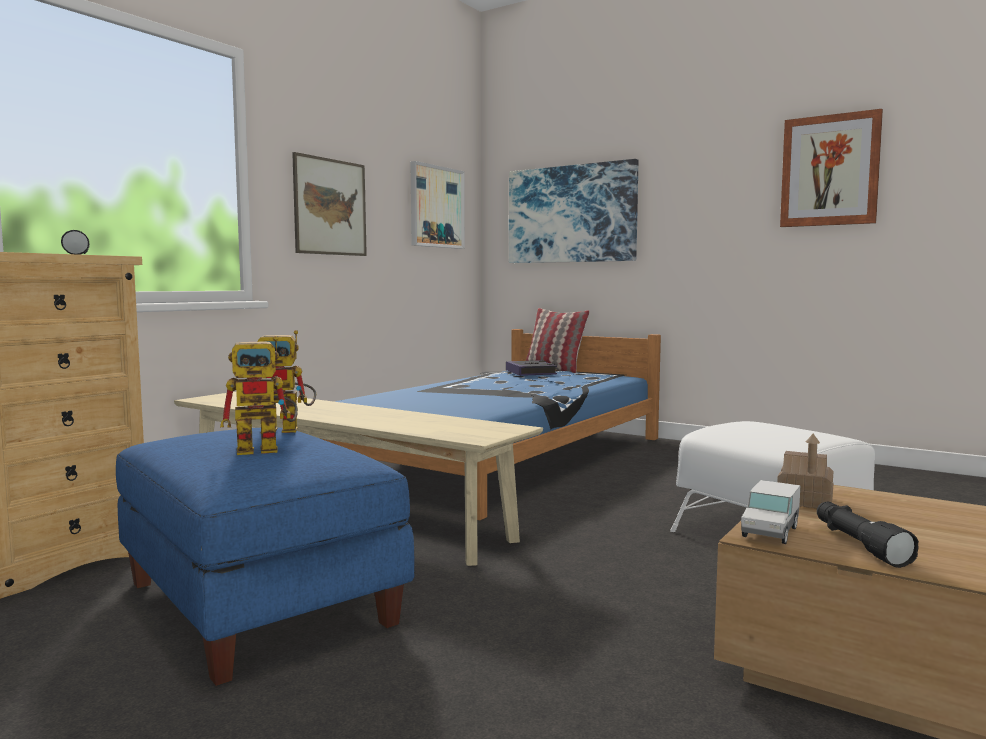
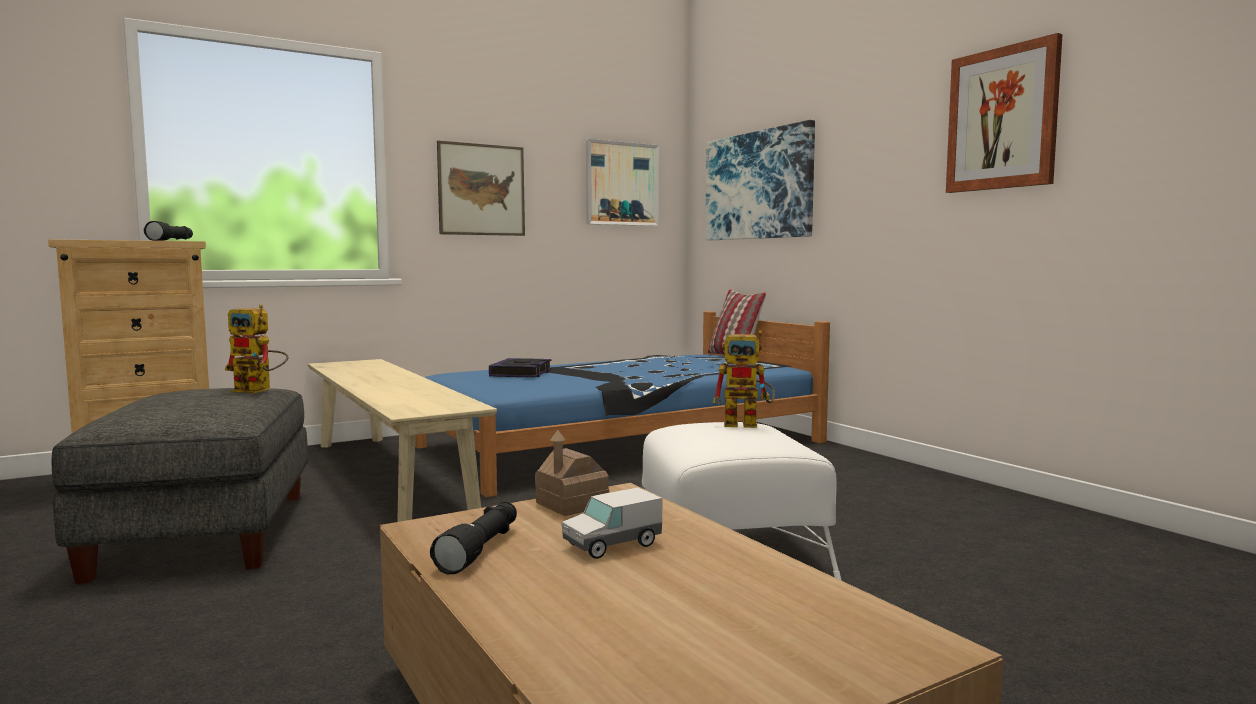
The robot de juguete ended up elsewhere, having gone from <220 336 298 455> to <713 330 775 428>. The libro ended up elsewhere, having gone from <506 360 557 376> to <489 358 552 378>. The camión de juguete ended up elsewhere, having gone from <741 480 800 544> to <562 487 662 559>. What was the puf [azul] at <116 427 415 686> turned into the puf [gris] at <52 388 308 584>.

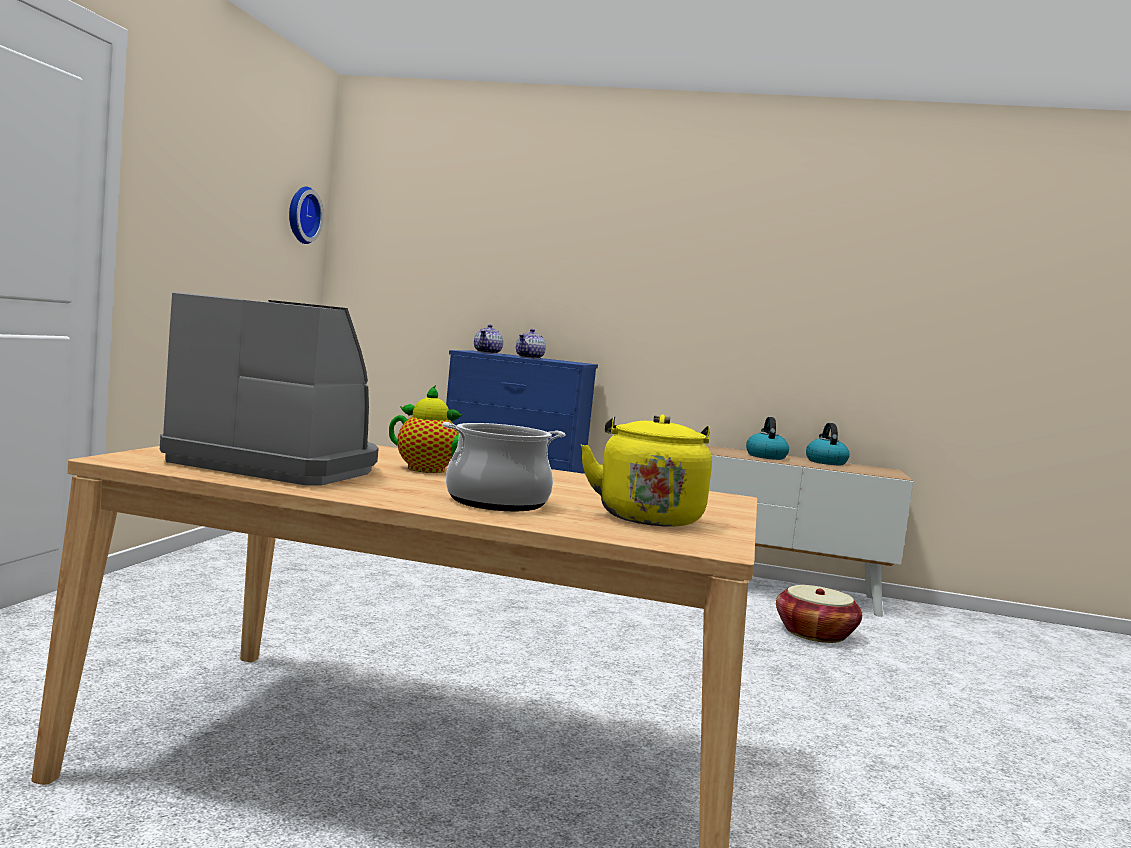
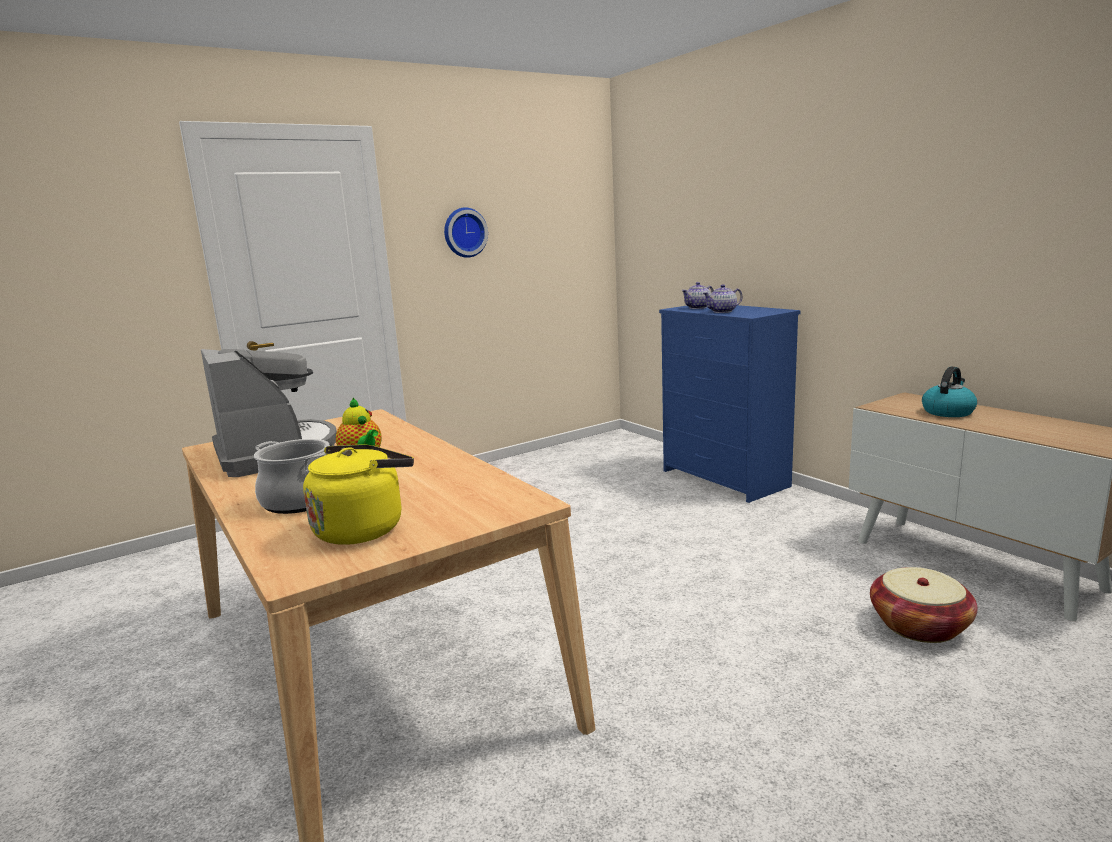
The second view lost the hervidor at <806 423 850 465>. The reloj de pared ended up elsewhere, having gone from <289 187 324 244> to <444 207 488 258>.

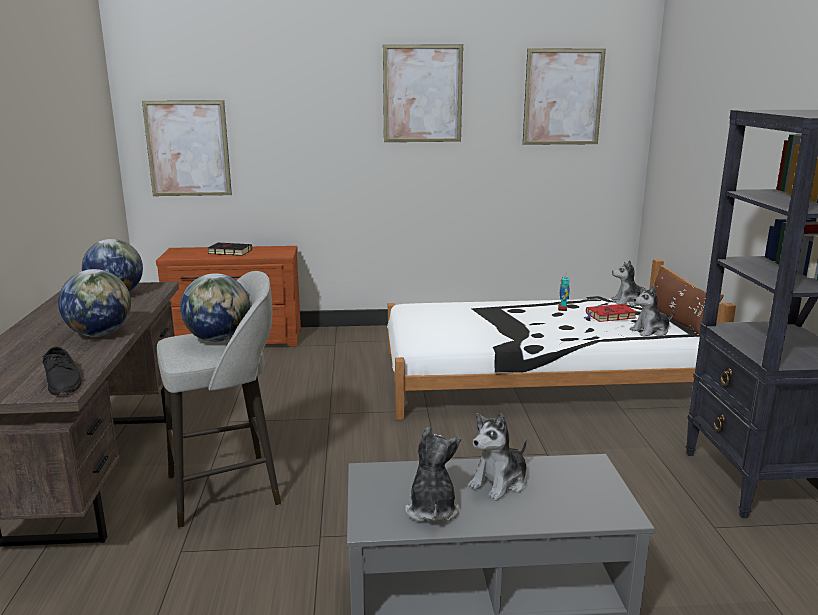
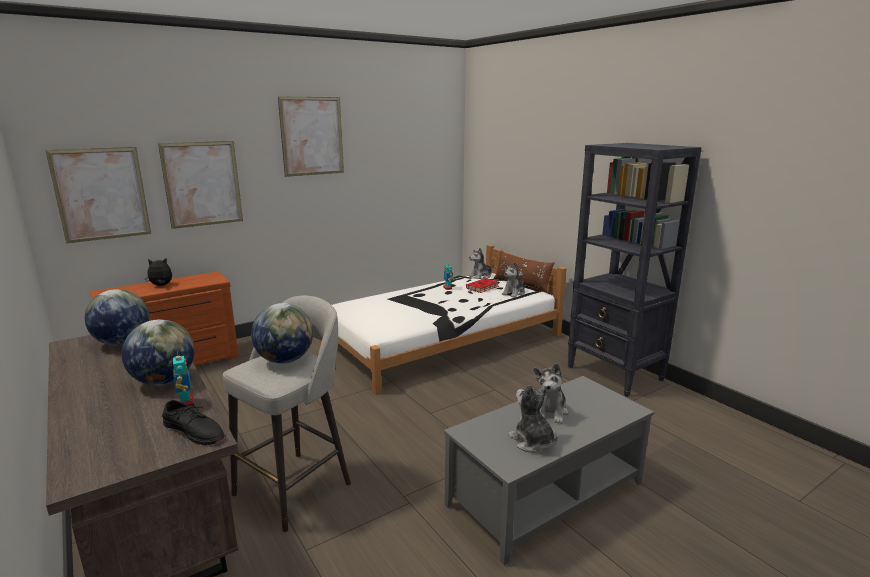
The second view gained the robot de juguete at <173 351 195 406>. The cuadro ended up elsewhere, having gone from <523 49 606 145> to <158 141 243 229>. Where the libro [negro] stood at <208 243 252 256>, the peluche came to stand at <145 258 172 286>.

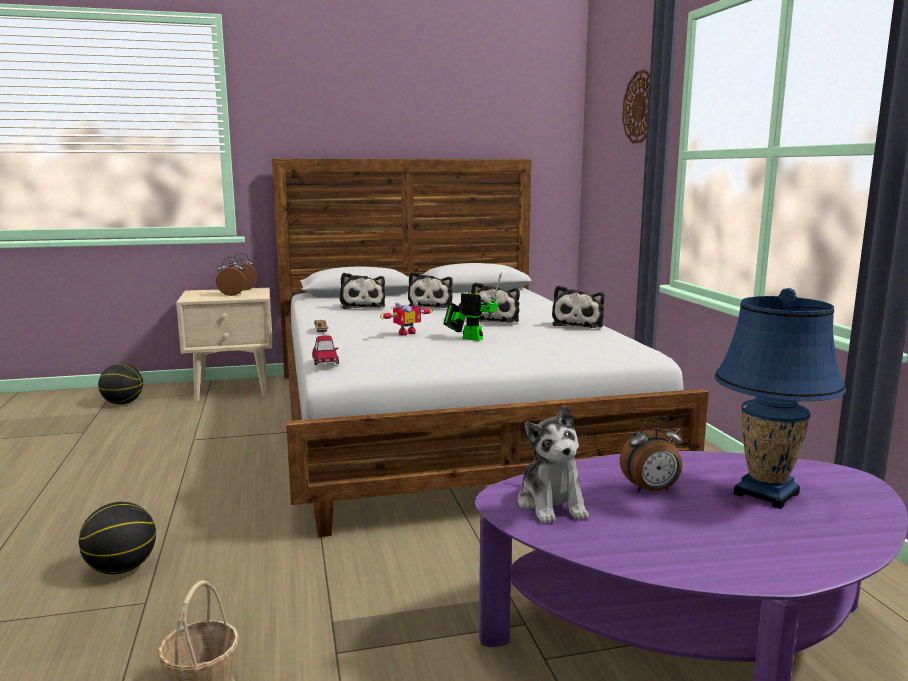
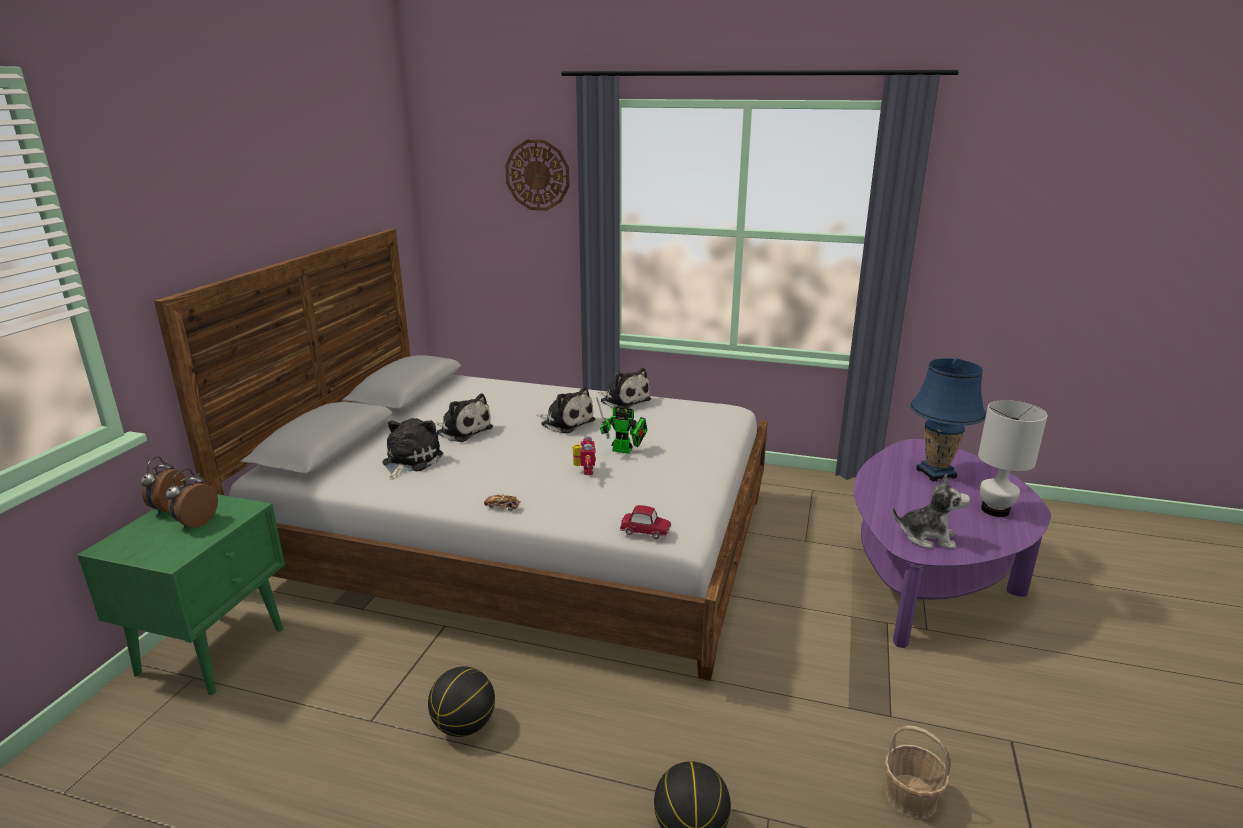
The second view lost the despertador at <620 416 683 493>. The second view gained the lámpara de mesa [blanco] at <978 400 1048 517>. The balón de baloncesto ended up elsewhere, having gone from <98 364 143 404> to <428 667 495 737>. What was the mesita de noche [beis] at <176 288 272 401> turned into the mesita de noche [verde] at <77 494 285 695>. The peluche at <340 273 385 309> ended up facing another way, 90 degrees counterclockwise from before. The robot de juguete at <443 273 502 341> ended up facing another way, 135 degrees counterclockwise from before.

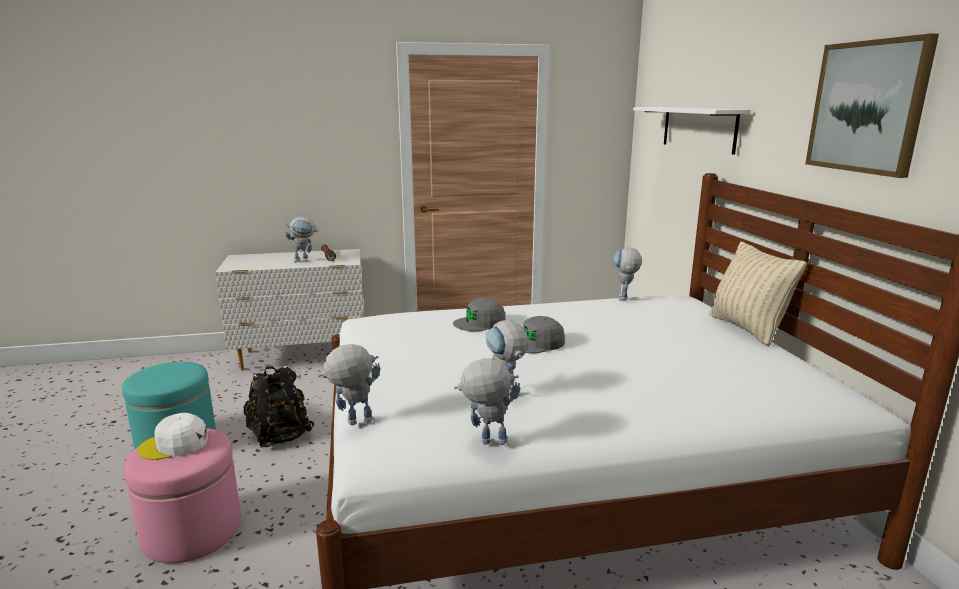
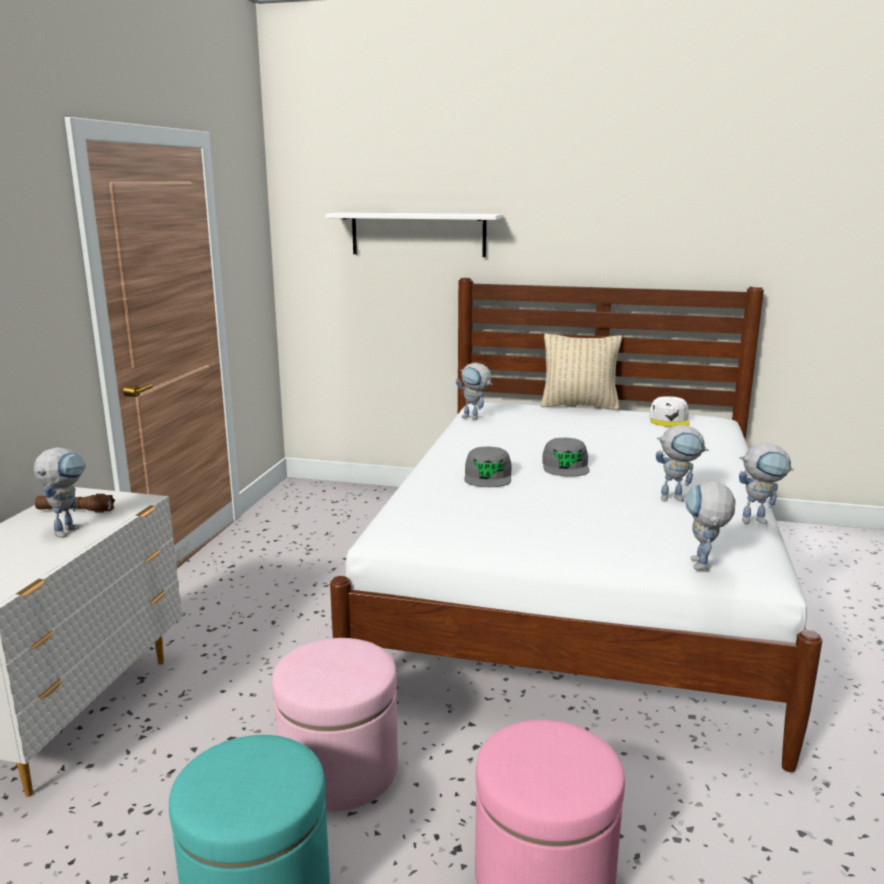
The second view lost the cuadro at <805 34 939 178>. The gorra [blanco] ended up elsewhere, having gone from <137 413 208 460> to <649 396 690 427>. Where the mochila [negro] stood at <244 365 314 448>, the puf [rosa] came to stand at <272 638 398 811>. The robot de juguete at <454 358 520 445> ended up facing another way, 120 degrees counterclockwise from before.

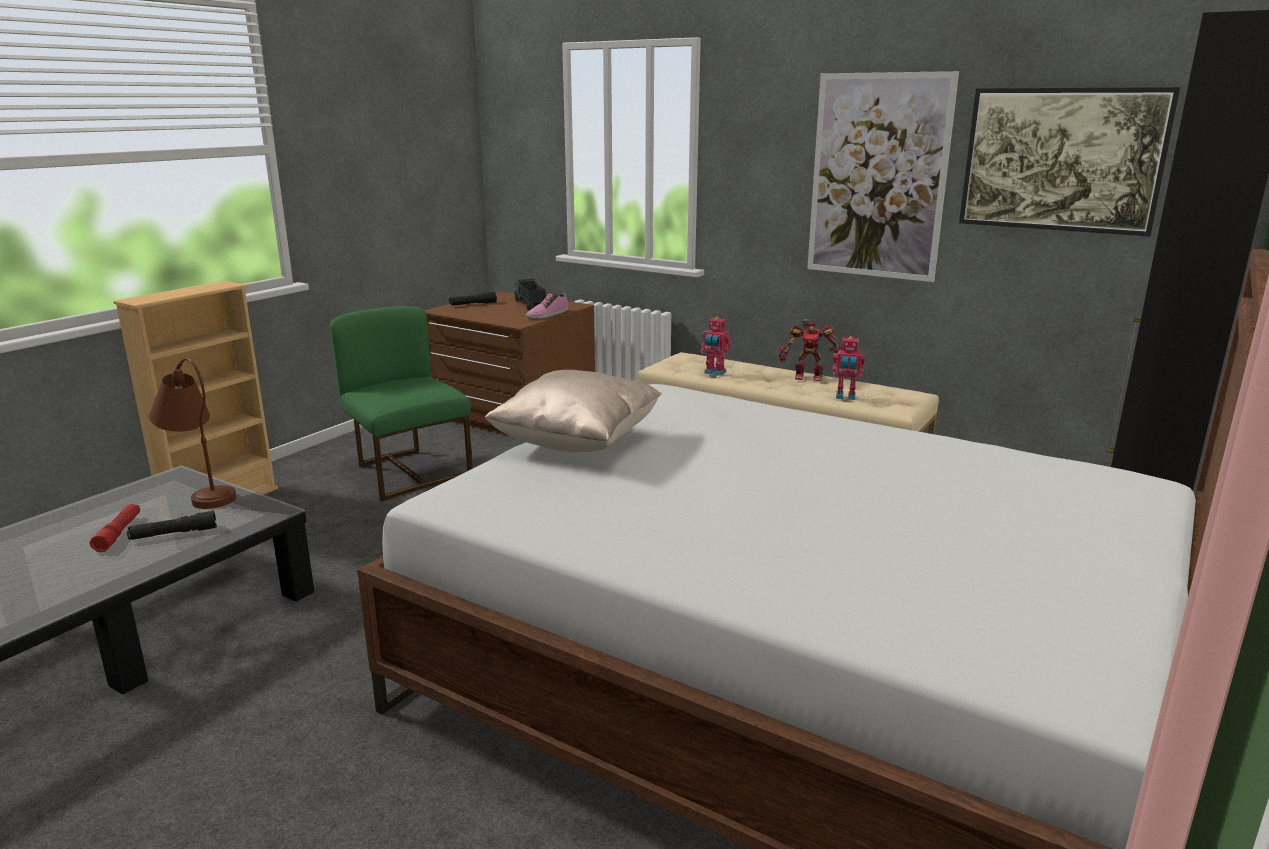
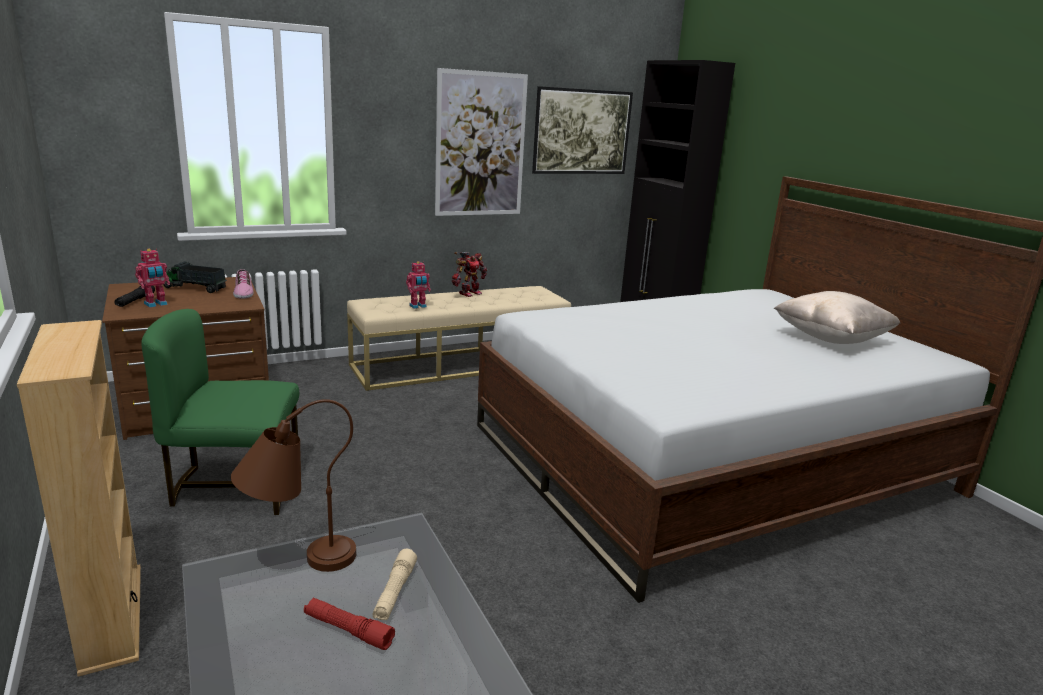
The cojín [beis] ended up elsewhere, having gone from <484 370 662 452> to <773 291 901 344>. The robot de juguete ended up elsewhere, having gone from <832 336 865 400> to <135 249 170 308>. What was the linterna [negro] at <127 511 217 540> turned into the linterna [beis] at <372 549 417 621>.

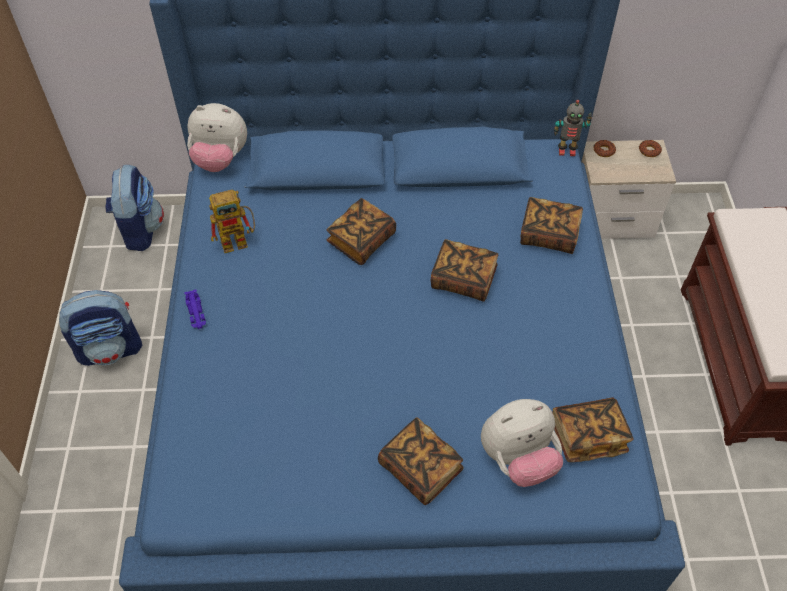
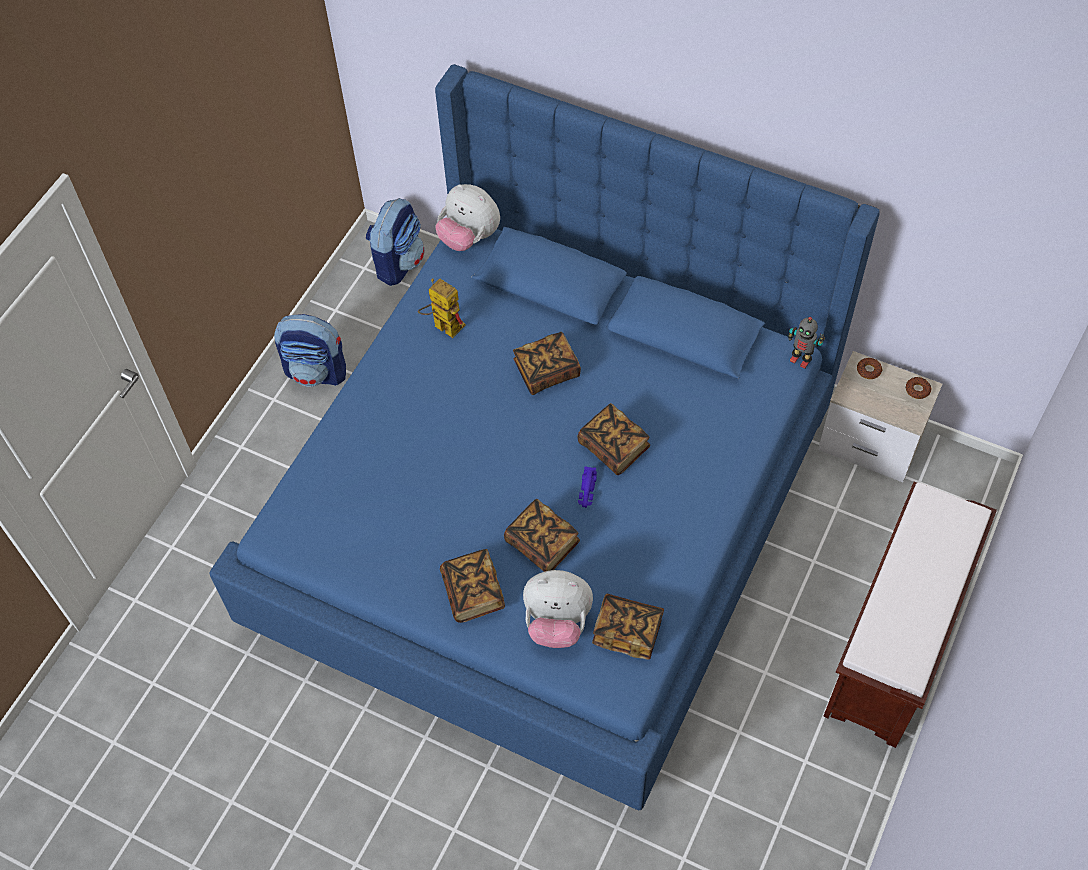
The coche de juguete [morado] ended up elsewhere, having gone from <184 289 206 329> to <578 466 597 508>. The libro ended up elsewhere, having gone from <520 197 583 254> to <504 499 580 572>. The robot de juguete at <209 190 255 253> ended up facing another way, 150 degrees counterclockwise from before.

